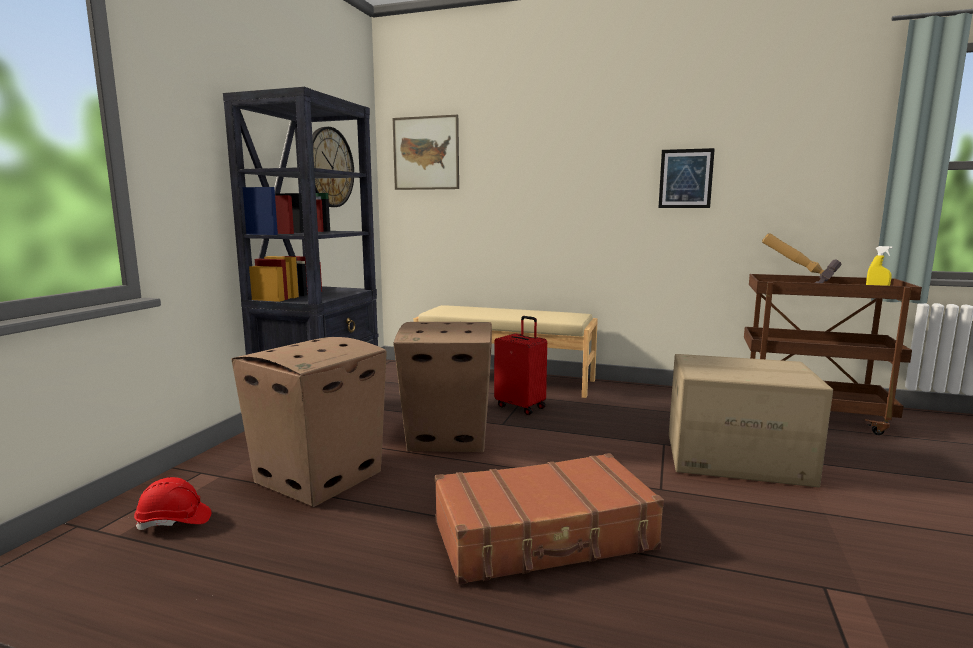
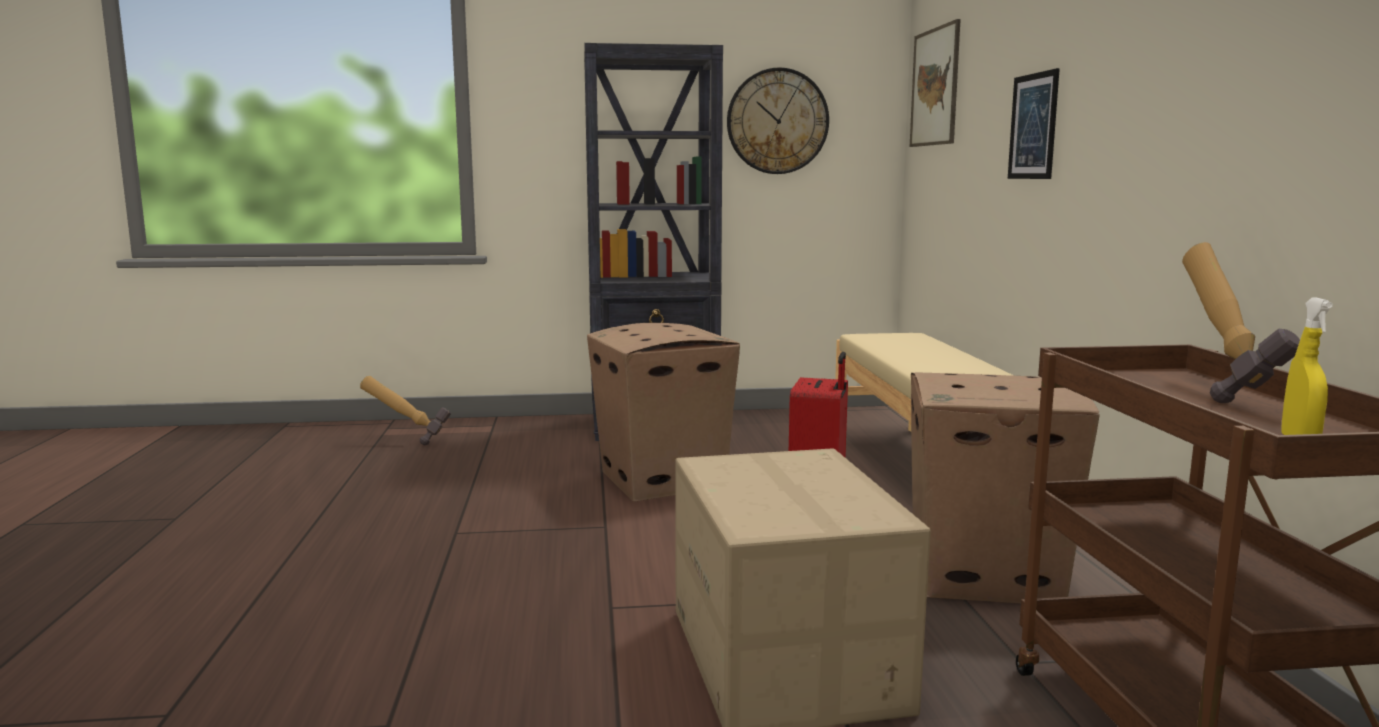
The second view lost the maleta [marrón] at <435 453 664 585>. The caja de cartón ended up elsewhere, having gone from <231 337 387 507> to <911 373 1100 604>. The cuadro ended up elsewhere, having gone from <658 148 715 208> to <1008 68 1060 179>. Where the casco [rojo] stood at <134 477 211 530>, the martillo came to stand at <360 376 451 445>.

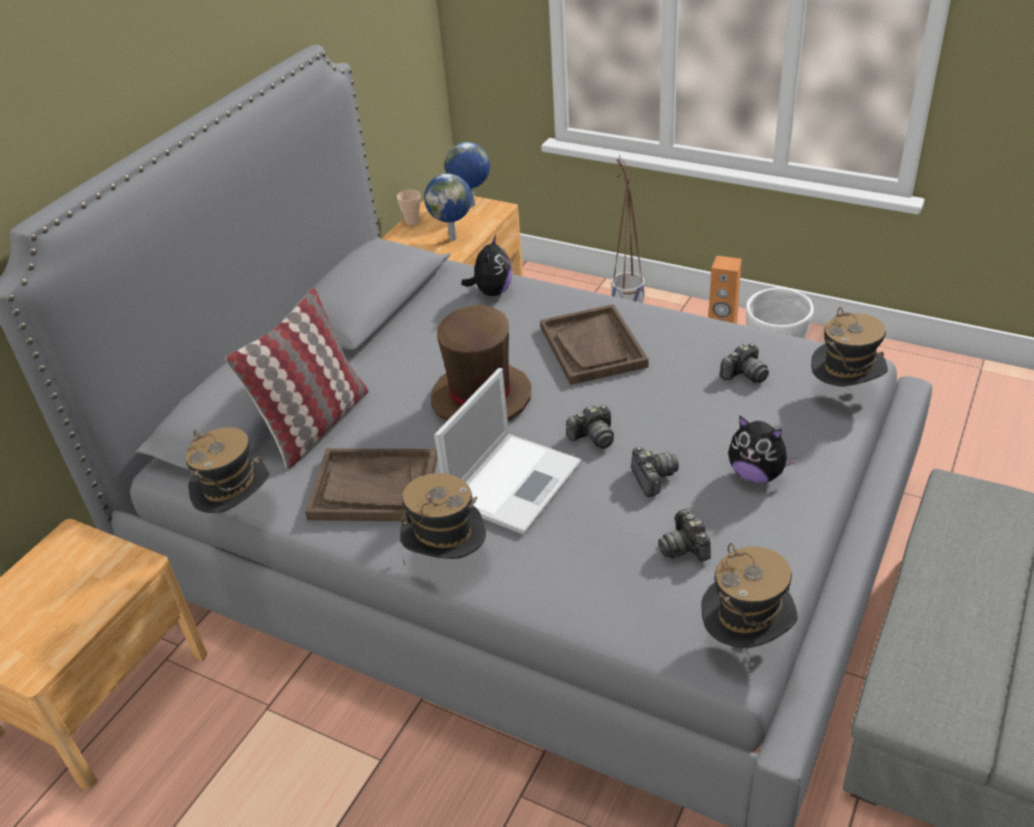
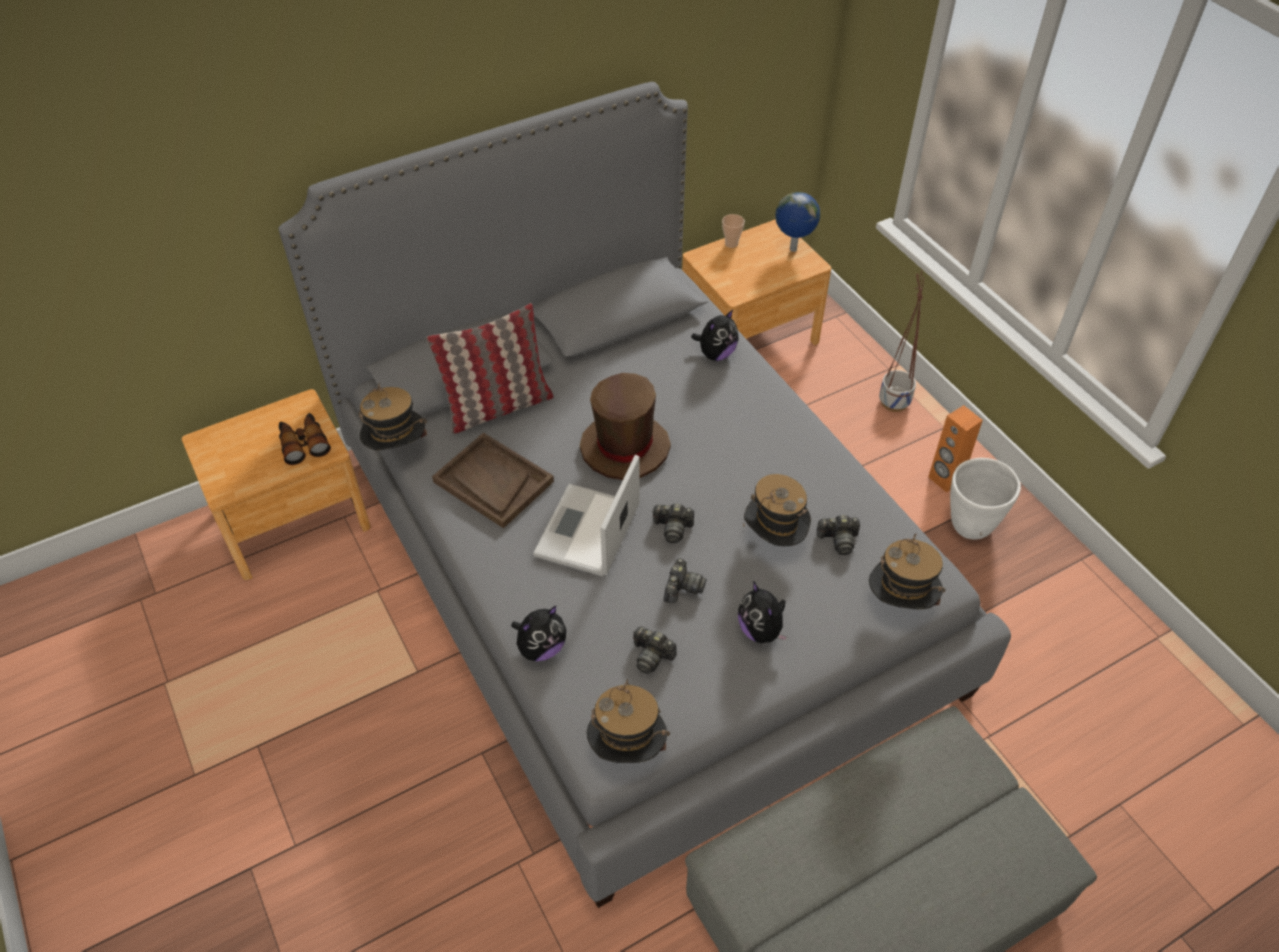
The second view lost the globo terráqueo at <424 173 472 241>. The second view lost the bandeja [marrón] at <540 304 649 385>. The second view gained the prismáticos at <279 413 331 465>. The second view gained the peluche at <511 606 566 661>. The sombrero ended up elsewhere, having gone from <400 473 486 565> to <743 474 811 546>. The portátil at <434 368 582 535> ended up facing another way, 135 degrees clockwise from before. The cámara at <658 508 711 562> ended up facing another way, 75 degrees counterclockwise from before.

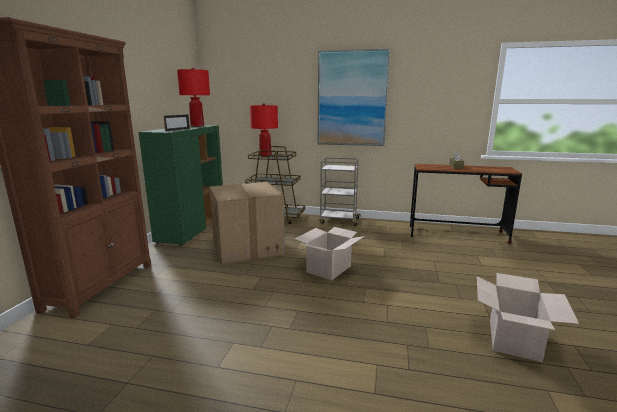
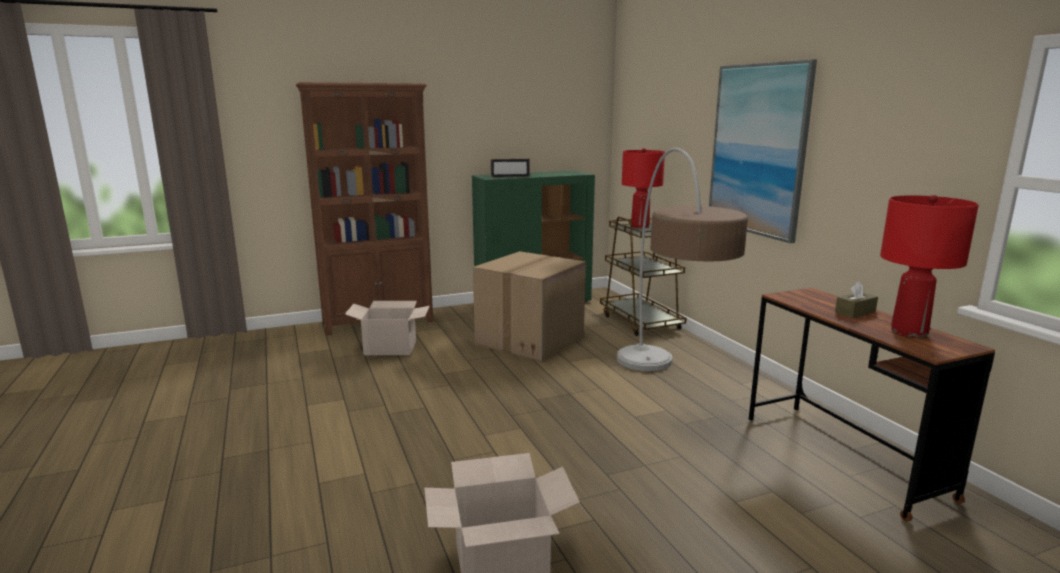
The second view lost the carrito [gris] at <319 157 361 226>. The second view gained the lámpara de pie at <617 148 748 372>. The lámpara de mesa [rojo] ended up elsewhere, having gone from <177 68 210 127> to <880 195 979 338>. The caja de cartón ended up elsewhere, having gone from <295 227 364 280> to <345 301 430 355>.

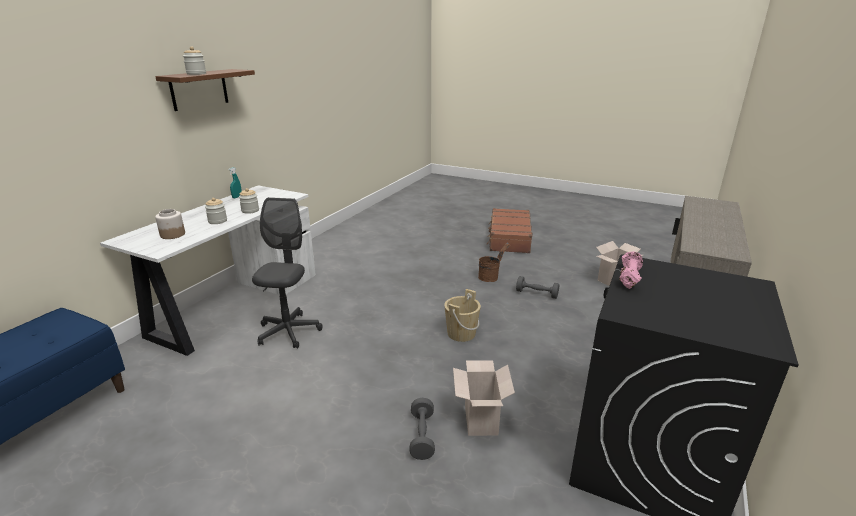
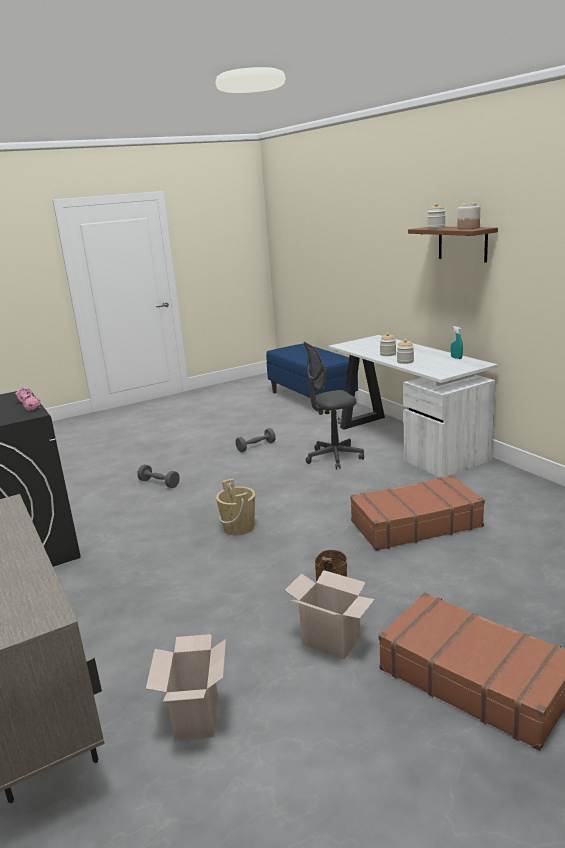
The second view gained the maleta [marrón] at <350 475 485 551>. The tarro ended up elsewhere, having gone from <155 209 185 239> to <457 203 480 229>. The caja de cartón ended up elsewhere, having gone from <453 360 515 436> to <284 570 375 660>. The mancuerna [gris] ended up elsewhere, having gone from <516 276 559 299> to <236 428 276 452>. The silla de oficina [gris] at <252 197 323 348> ended up facing another way, 120 degrees clockwise from before.

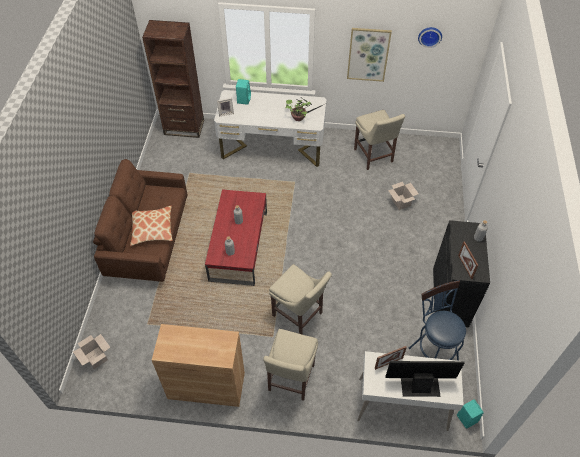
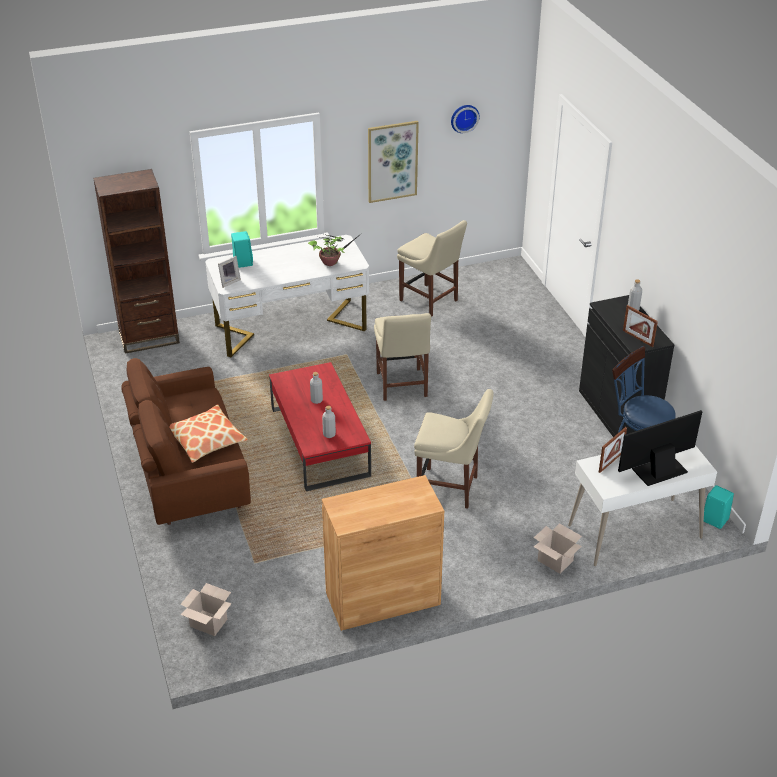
The silla [beis] ended up elsewhere, having gone from <263 329 318 401> to <374 313 431 401>. The caja de cartón ended up elsewhere, having gone from <388 182 419 210> to <533 523 582 574>.

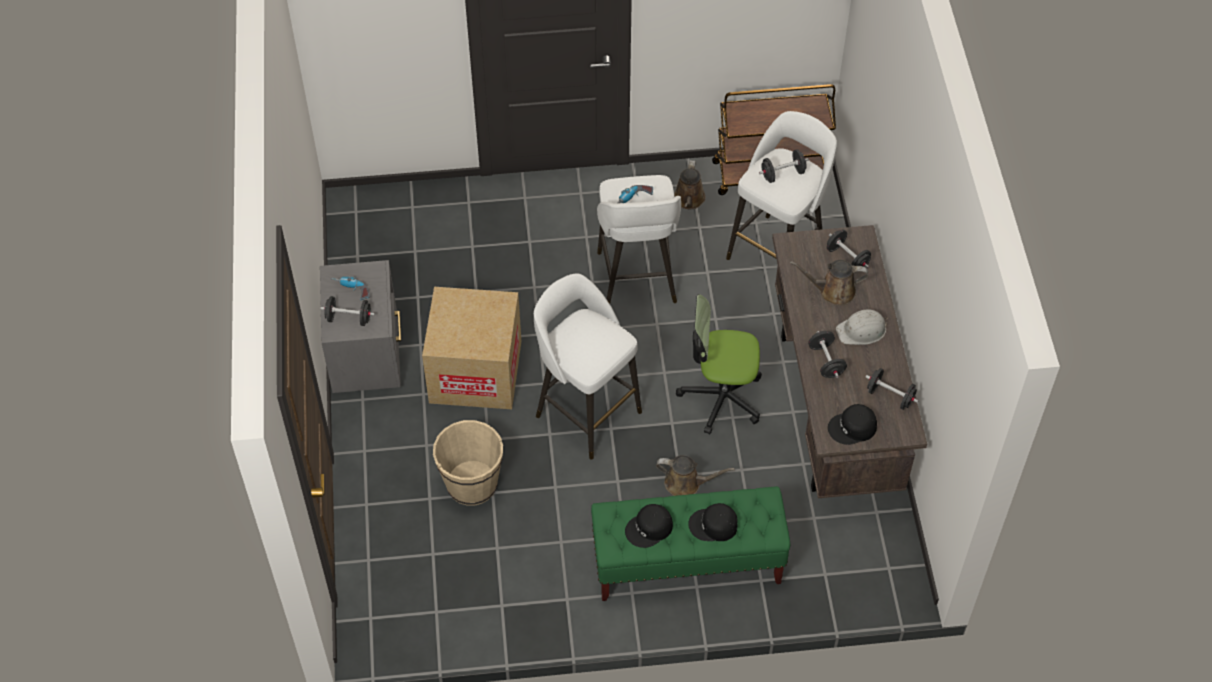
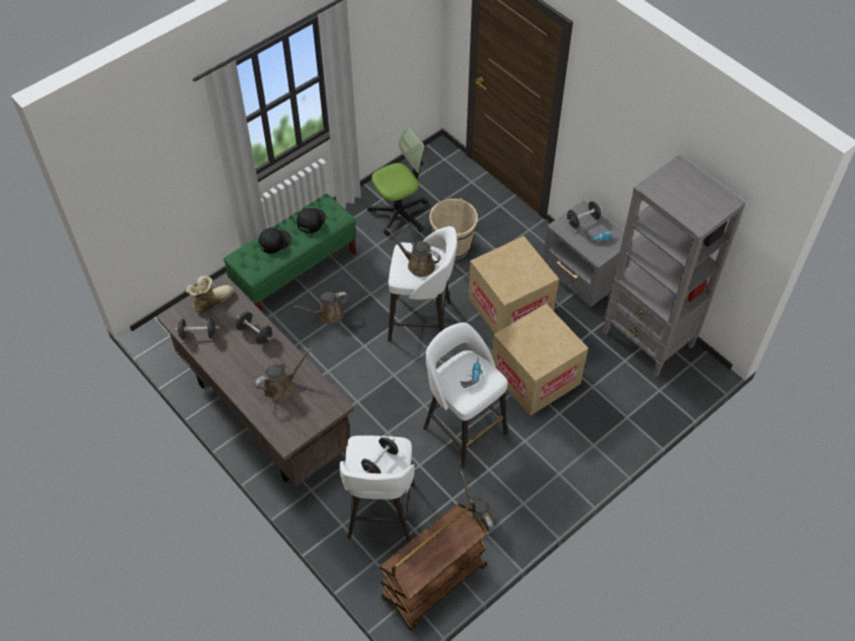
The second view lost the mancuerna [negro] at <827 230 871 269>. The second view lost the casco [blanco] at <836 309 888 345>. The second view gained the regadera [marrón] at <386 228 441 277>. The second view gained the caja de cartón at <492 304 588 416>. The second view gained the estantería [gris] at <603 154 745 377>. The silla de oficina ended up elsewhere, having gone from <676 294 762 434> to <367 127 428 236>. Where the gorra [negro] stood at <828 404 877 445>, the bota came to stand at <186 275 234 312>.

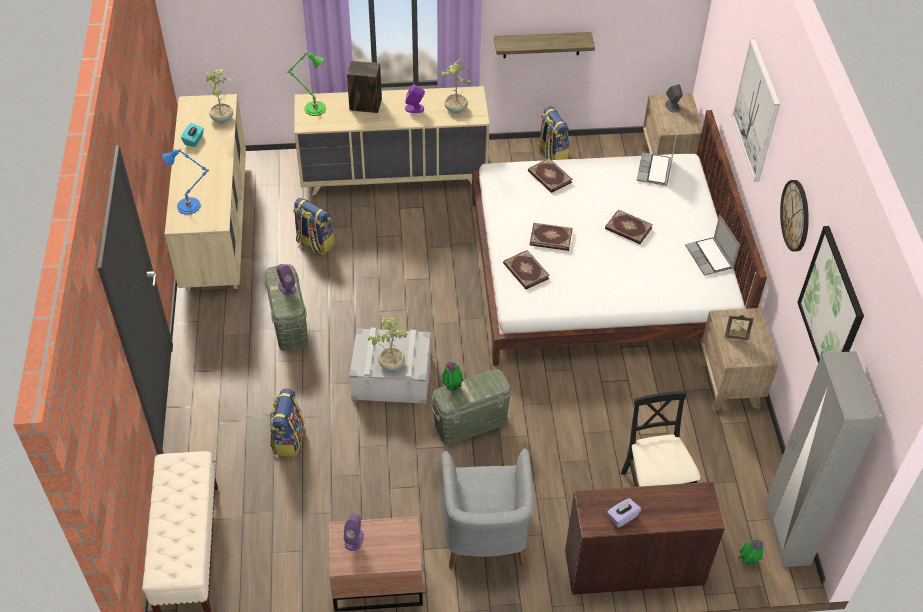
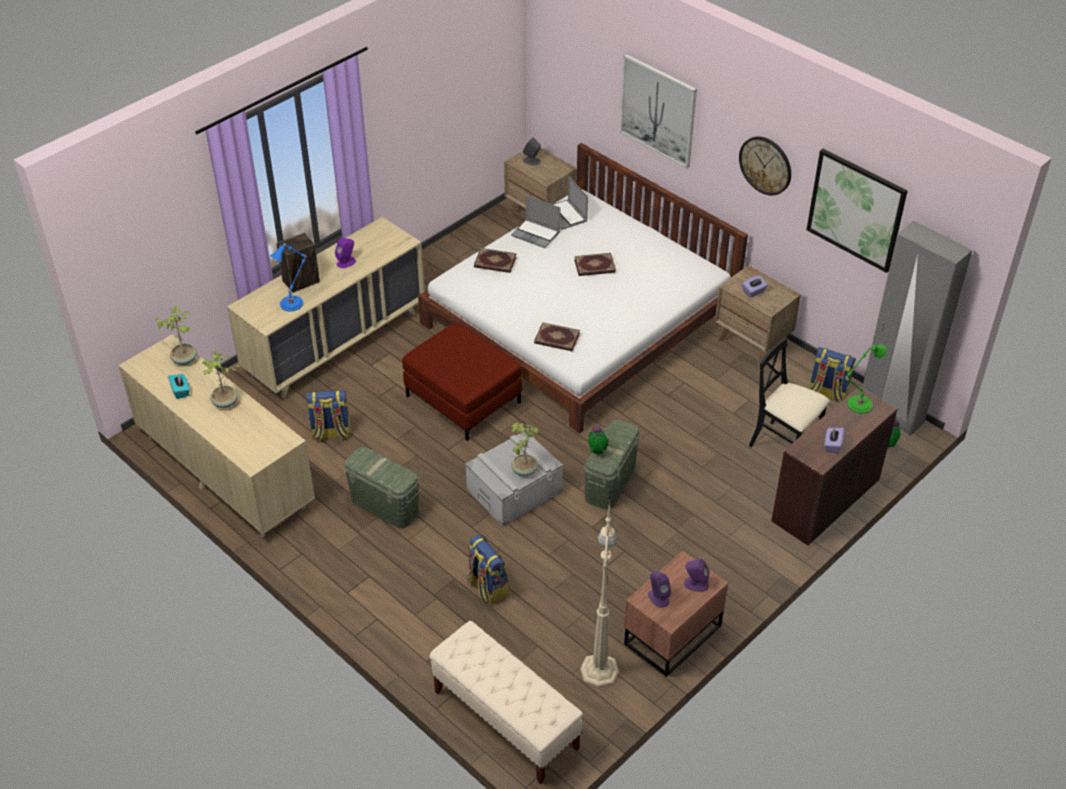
The second view lost the sillón [gris] at <442 448 534 569>. The second view lost the estante at <494 32 595 58>. The second view lost the libro at <530 223 573 251>. The second view gained the puf [rojo] at <402 322 522 441>. The second view gained the lámpara de pie [beis] at <580 501 619 687>. The lámpara de mesa [azul] ended up elsewhere, having gone from <162 148 209 215> to <270 243 307 312>. The altavoz [morado] ended up elsewhere, having gone from <277 264 296 296> to <684 559 709 592>. The lámpara de mesa [verde] ended up elsewhere, having gone from <287 52 326 116> to <845 344 887 413>. The planta en maceta ended up elsewhere, having gone from <440 59 471 113> to <201 349 241 408>. The mochila ended up elsewhere, having gone from <537 106 569 160> to <809 347 856 403>. The portátil ended up elsewhere, having gone from <685 215 740 276> to <511 195 561 248>. Where the portarretratos stood at <725 315 754 340>, the caja de pañuelos [morado] came to stand at <742 275 768 298>.

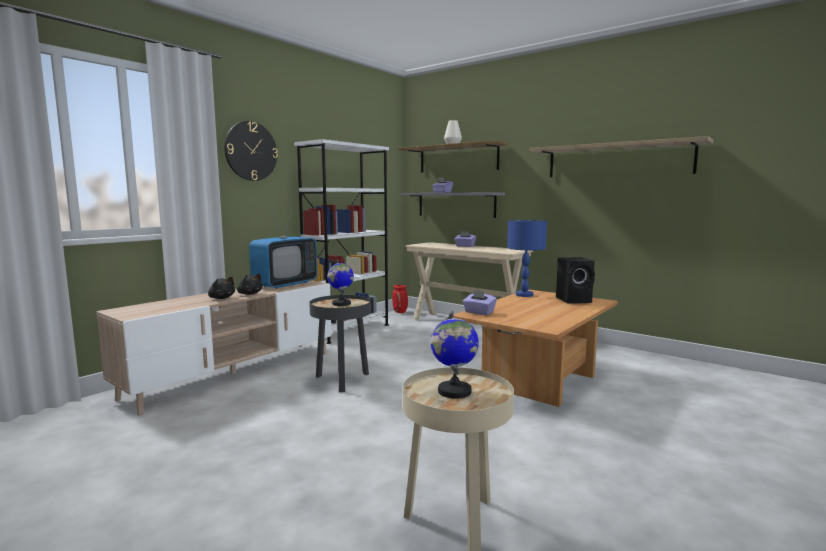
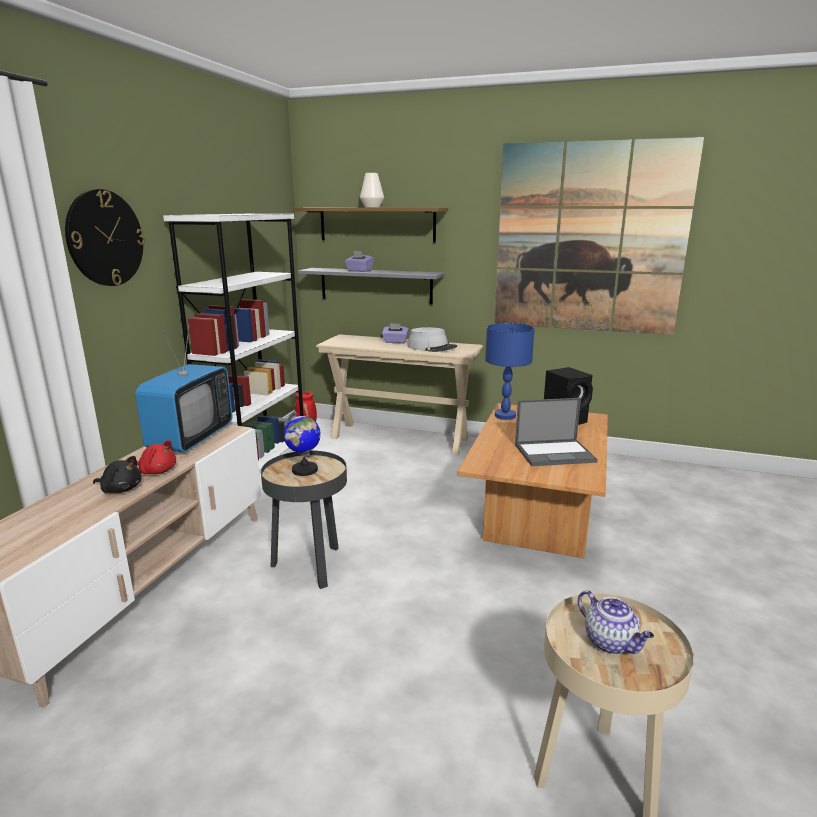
The second view lost the caja de pañuelos [morado] at <463 290 497 315>. The second view gained the sombrero [gris] at <408 327 457 352>. The second view gained the portátil at <515 398 598 466>. Where the globo terráqueo stood at <431 311 479 399>, the tetera came to stand at <578 590 654 654>. Where the estante hung at <530 136 713 177>, the cuadro came to hang at <494 137 704 335>. What was the peluche [negro] at <237 273 263 295> turned into the peluche [rojo] at <137 440 176 474>.

